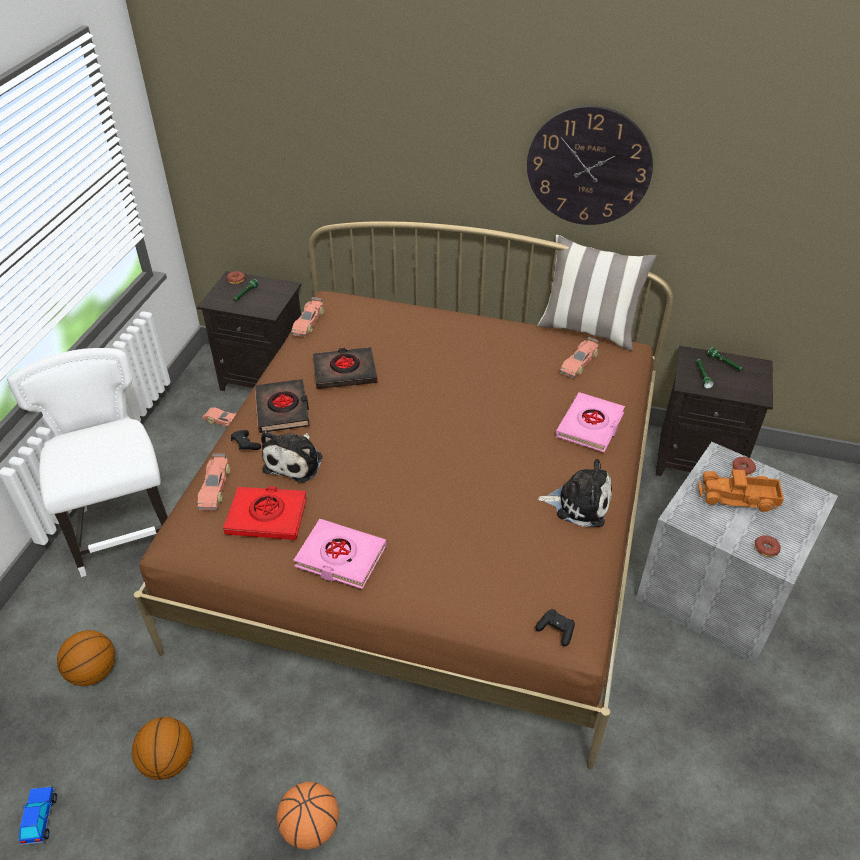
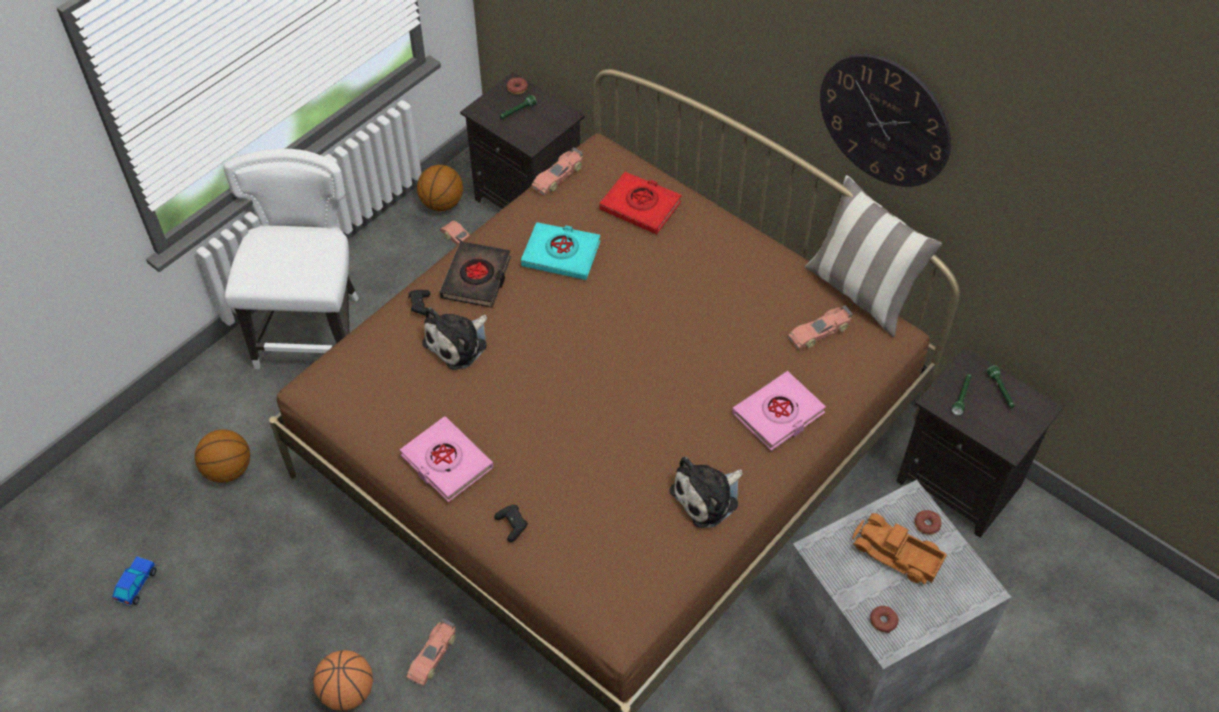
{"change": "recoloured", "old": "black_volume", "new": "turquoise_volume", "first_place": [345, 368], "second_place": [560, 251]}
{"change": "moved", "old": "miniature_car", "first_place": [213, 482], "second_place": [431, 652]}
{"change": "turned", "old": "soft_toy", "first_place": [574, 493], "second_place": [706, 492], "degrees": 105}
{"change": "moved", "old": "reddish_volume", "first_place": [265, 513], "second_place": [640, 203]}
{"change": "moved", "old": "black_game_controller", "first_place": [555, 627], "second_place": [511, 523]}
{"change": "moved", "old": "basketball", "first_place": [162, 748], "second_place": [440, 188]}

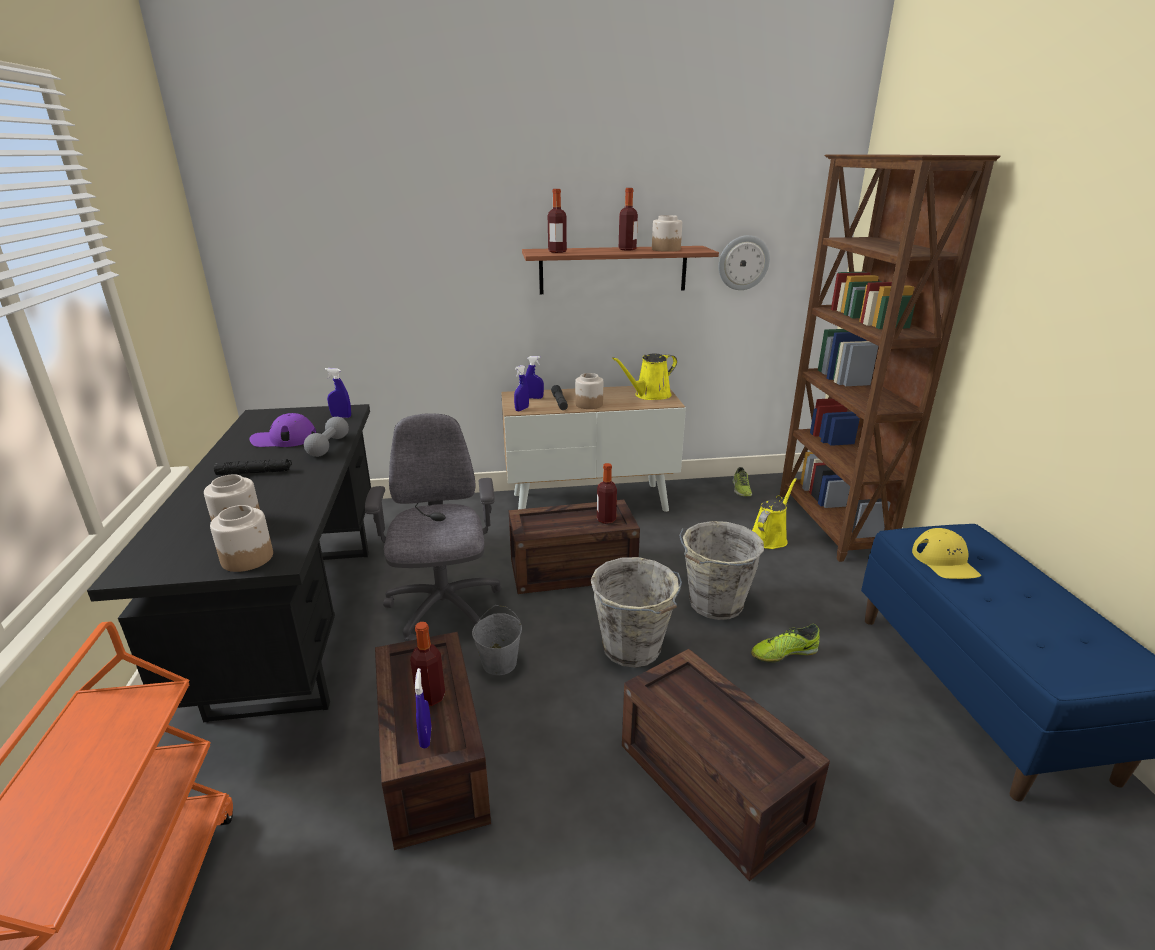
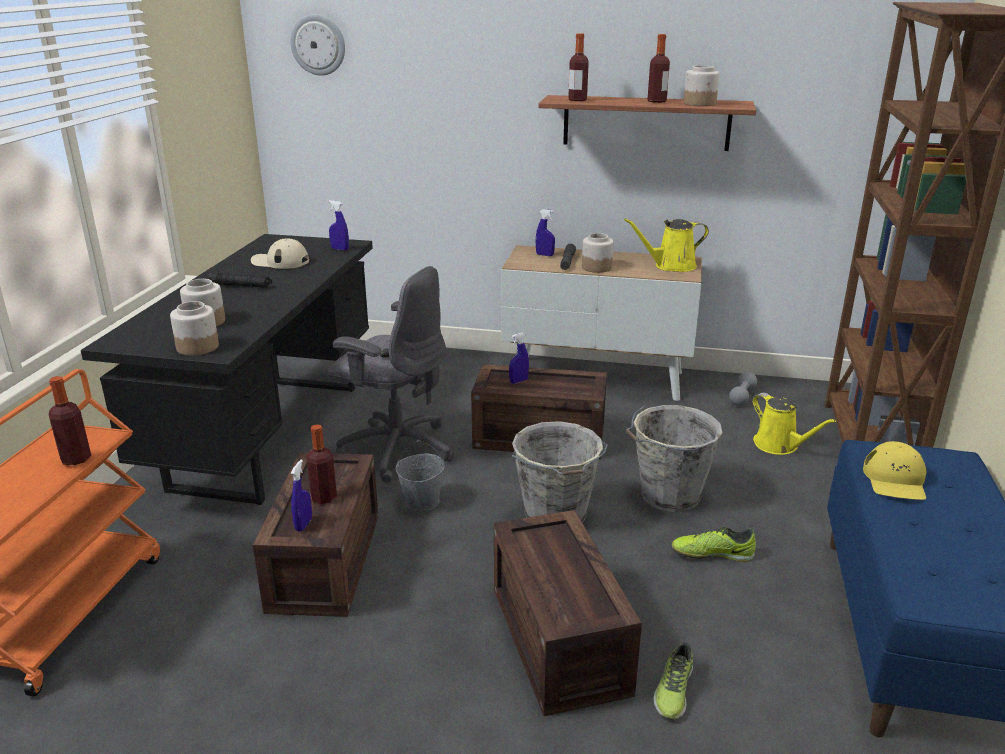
{"change": "moved", "old": "wall_clock", "first_place": [744, 262], "second_place": [317, 45]}
{"change": "moved", "old": "blue-coloured_spray_bottle", "first_place": [521, 388], "second_place": [519, 358]}
{"change": "recoloured", "old": "purple-coloured_peaked_cap", "new": "sand-coloured_peaked_cap", "first_place": [283, 430], "second_place": [280, 254]}
{"change": "turned", "old": "grey_desk_chair", "first_place": [433, 527], "second_place": [391, 374], "degrees": 105}
{"change": "moved", "old": "grey_dumbbell", "first_place": [326, 437], "second_place": [743, 389]}
{"change": "moved", "old": "bottle", "first_place": [607, 493], "second_place": [70, 420]}
{"change": "moved", "old": "item_of_footwear", "first_place": [742, 481], "second_place": [673, 680]}
{"change": "turned", "old": "yellow-coloured_watering_can", "first_place": [774, 513], "second_place": [794, 424], "degrees": 90}

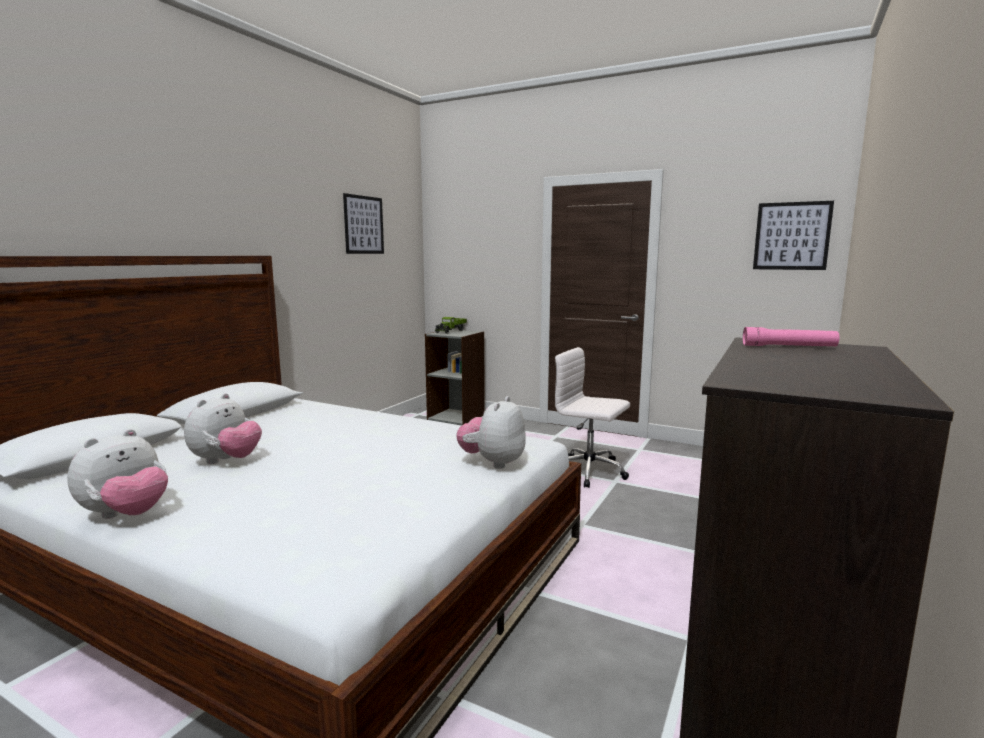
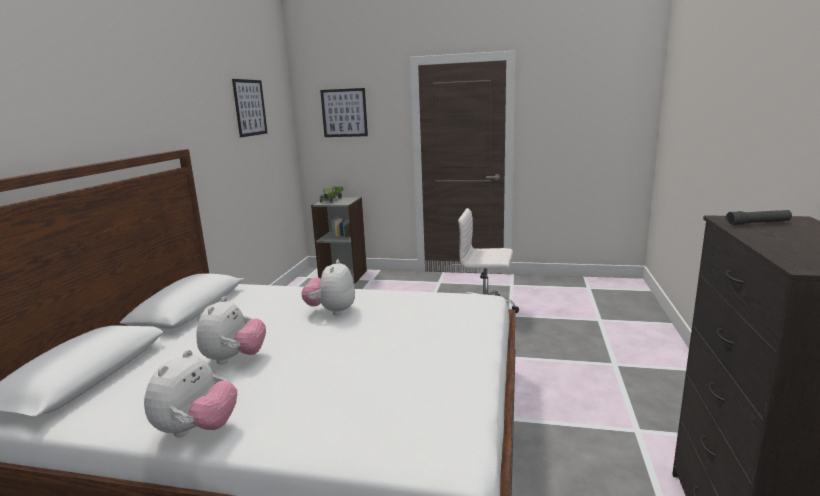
{"change": "moved", "old": "wall_art", "first_place": [793, 235], "second_place": [344, 112]}
{"change": "recoloured", "old": "pinkish_torch", "new": "black_torch", "first_place": [791, 336], "second_place": [759, 217]}
{"change": "moved", "old": "soft_toy", "first_place": [491, 432], "second_place": [328, 287]}

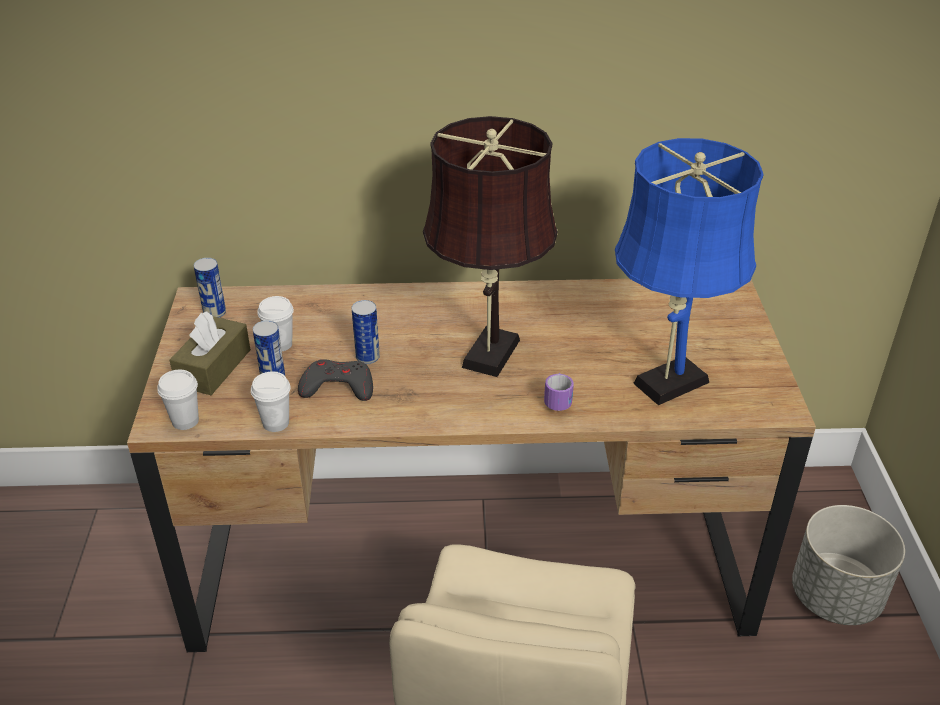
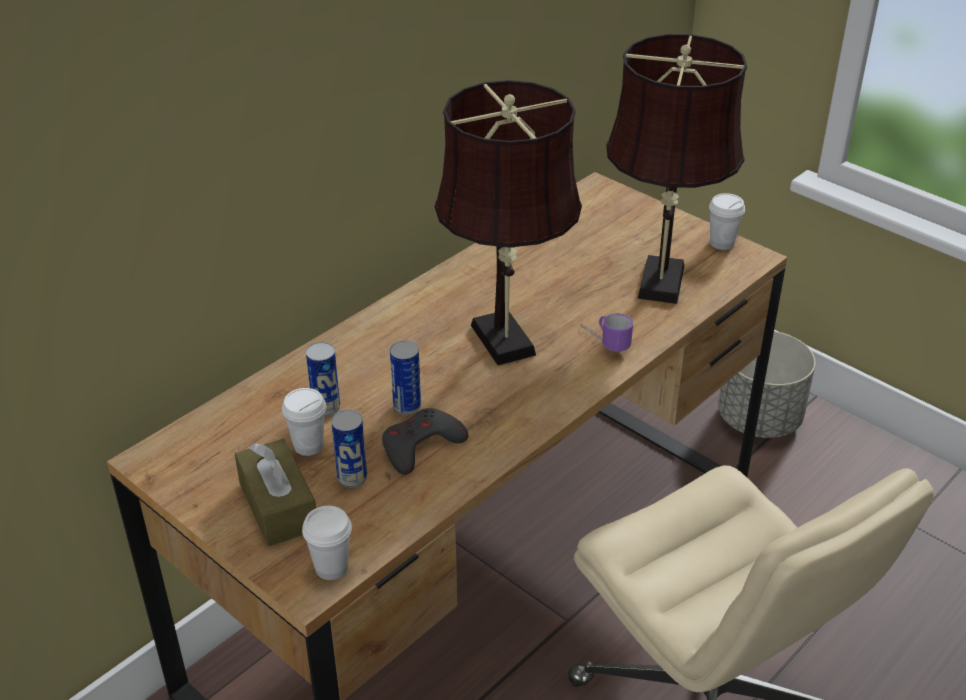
{"change": "recoloured", "old": "blue-coloured_table_lamp", "new": "brownish_table_lamp", "first_place": [689, 271], "second_place": [676, 169]}
{"change": "moved", "old": "metal_can", "first_place": [210, 288], "second_place": [323, 379]}
{"change": "moved", "old": "white_small_cup", "first_place": [271, 402], "second_place": [727, 221]}

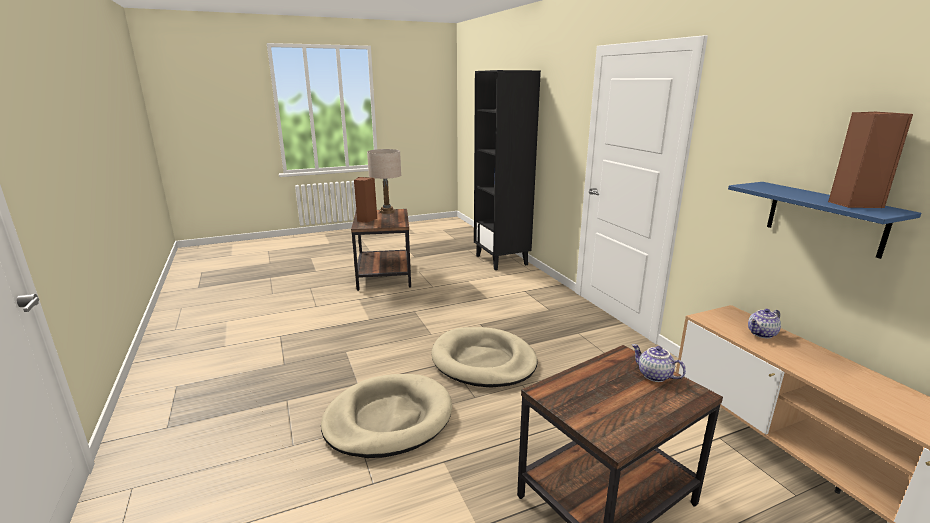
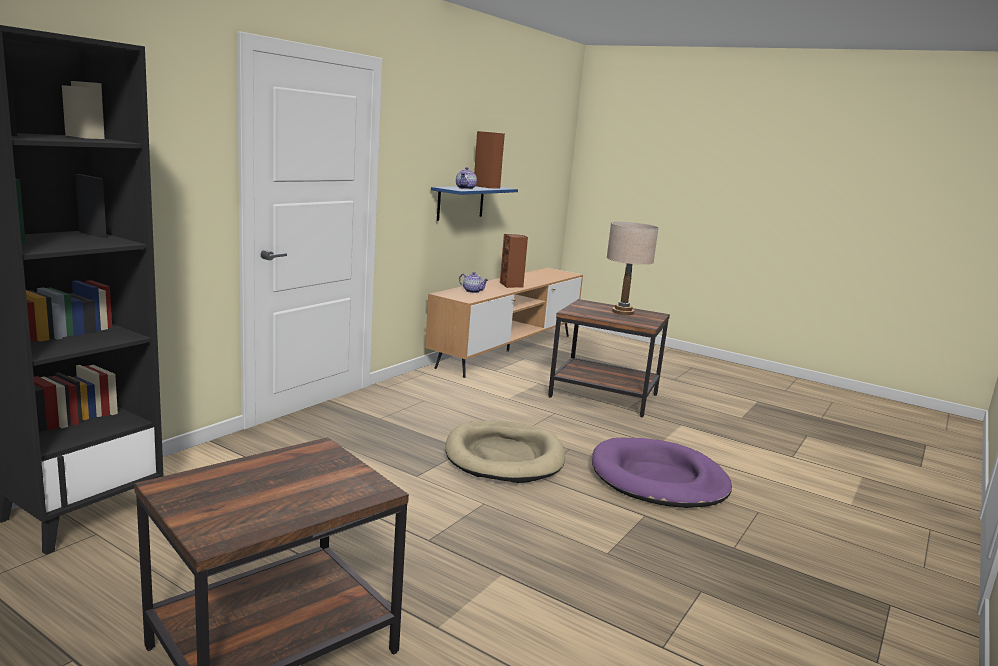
{"change": "moved", "old": "sand-coloured_table_lamp", "first_place": [384, 181], "second_place": [633, 268]}
{"change": "moved", "old": "brownish_audio_speaker", "first_place": [365, 200], "second_place": [514, 261]}
{"change": "moved", "old": "tea_pot", "first_place": [659, 363], "second_place": [466, 178]}
{"change": "recoloured", "old": "sand-coloured_dog_bed", "new": "purple-coloured_dog_bed", "first_place": [386, 416], "second_place": [662, 473]}

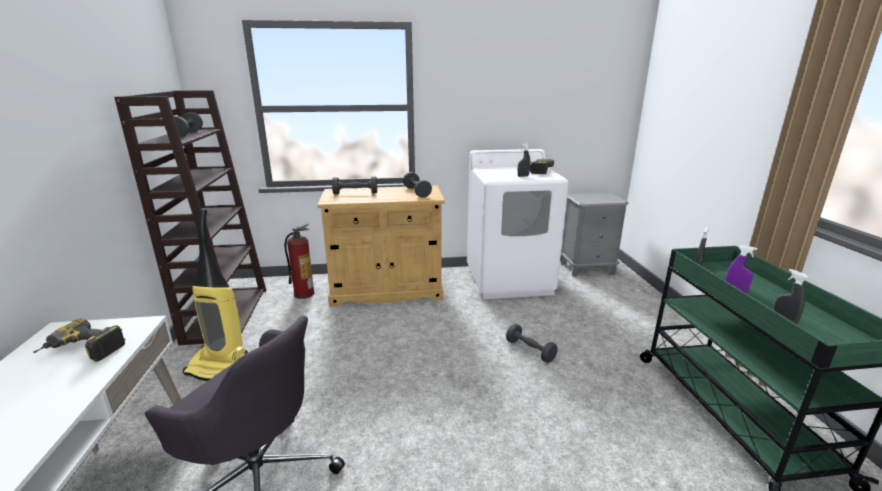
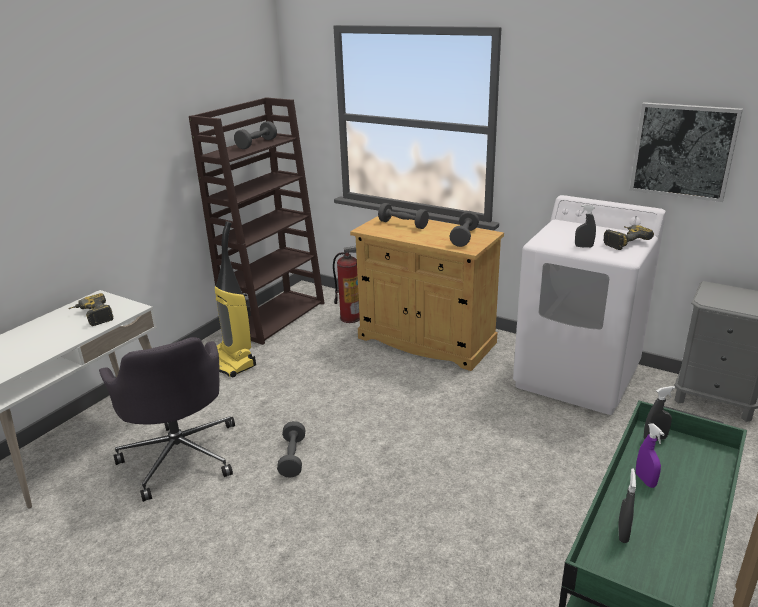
{"change": "moved", "old": "grey_dumbbell", "first_place": [532, 343], "second_place": [291, 449]}
{"change": "added", "new": "wall_art", "second_place": [686, 152]}

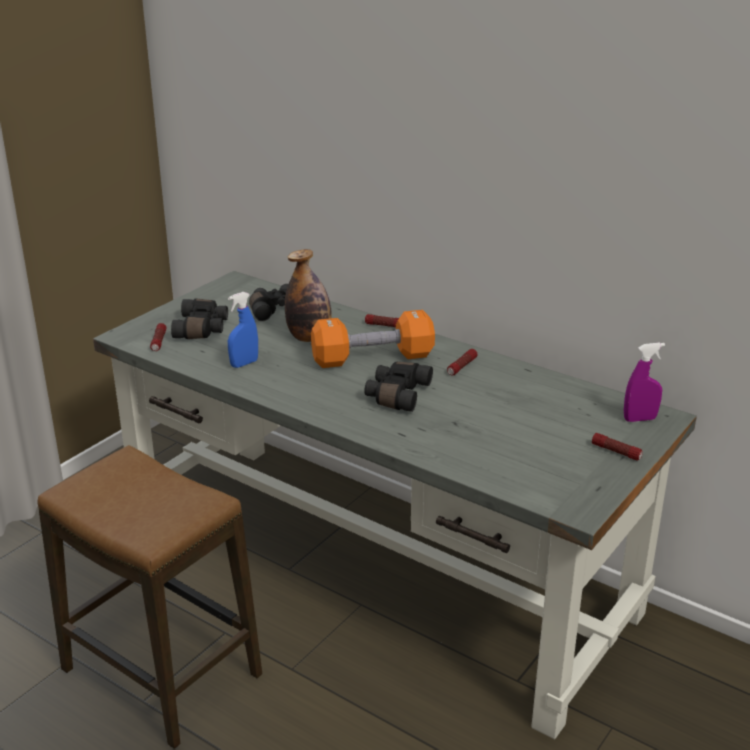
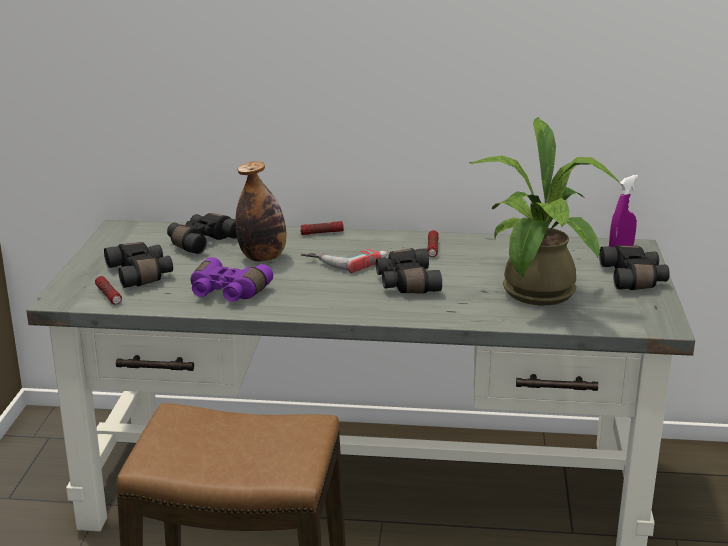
{"change": "replaced", "old": "blue-coloured_spray_bottle", "new": "purple-coloured_binoculars", "first_place": [243, 330], "second_place": [232, 279]}
{"change": "replaced", "old": "orange-coloured_dumbbell", "new": "electric_drill", "first_place": [373, 339], "second_place": [344, 261]}
{"change": "replaced", "old": "torch", "new": "black_binoculars", "first_place": [617, 447], "second_place": [634, 267]}
{"change": "added", "new": "potted_plant", "second_place": [544, 211]}

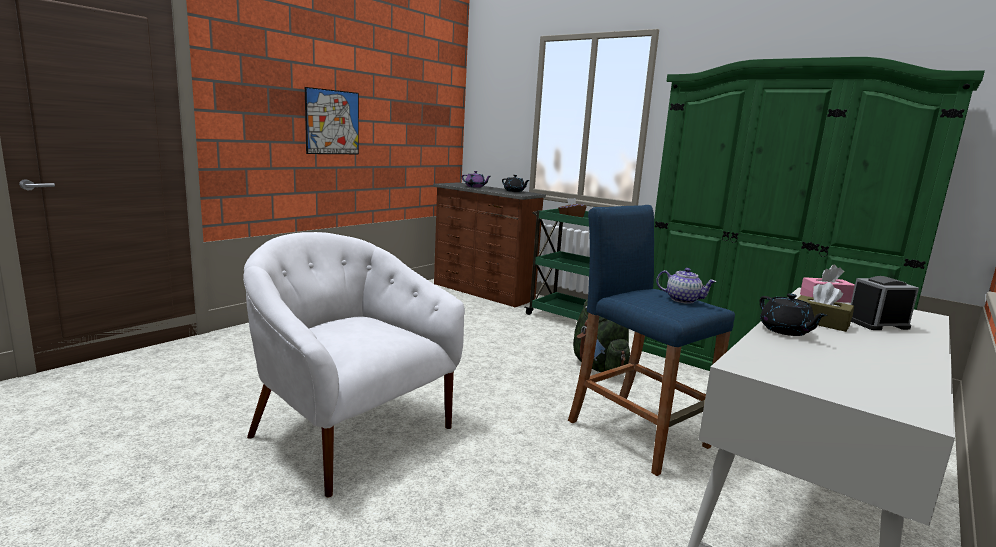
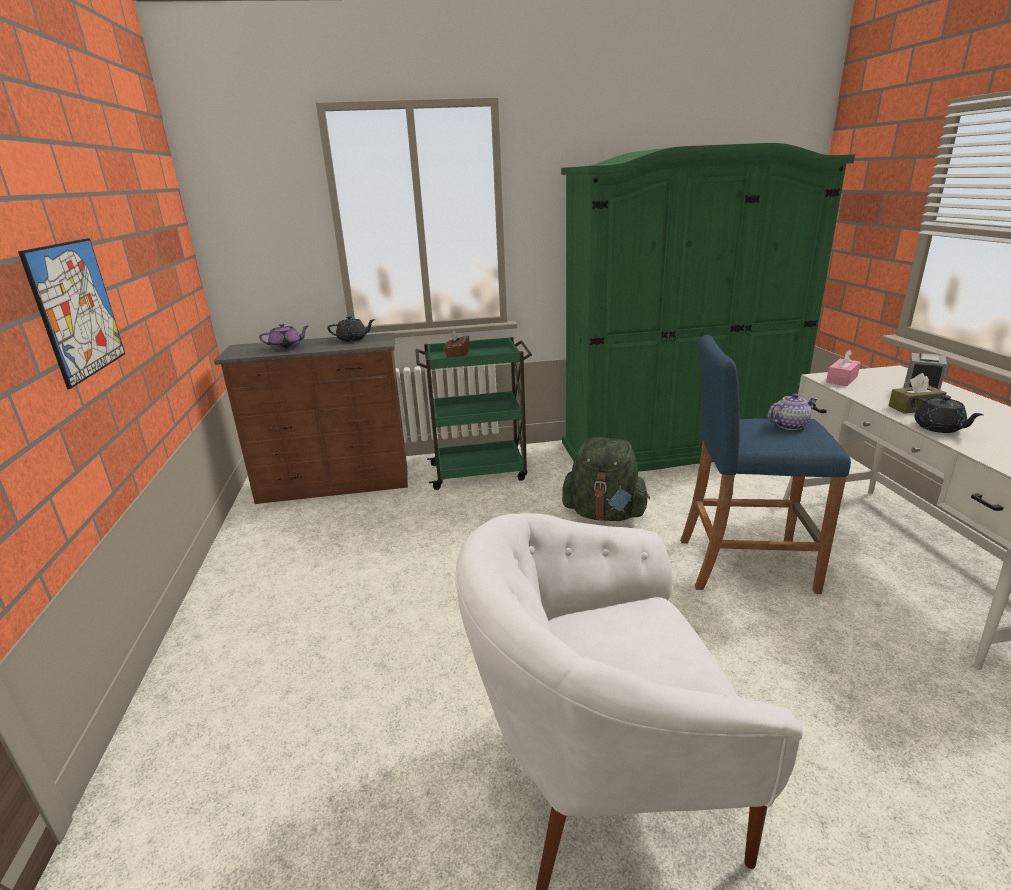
{"change": "turned", "old": "black_tea_pot", "first_place": [794, 314], "second_place": [947, 414], "degrees": 45}

